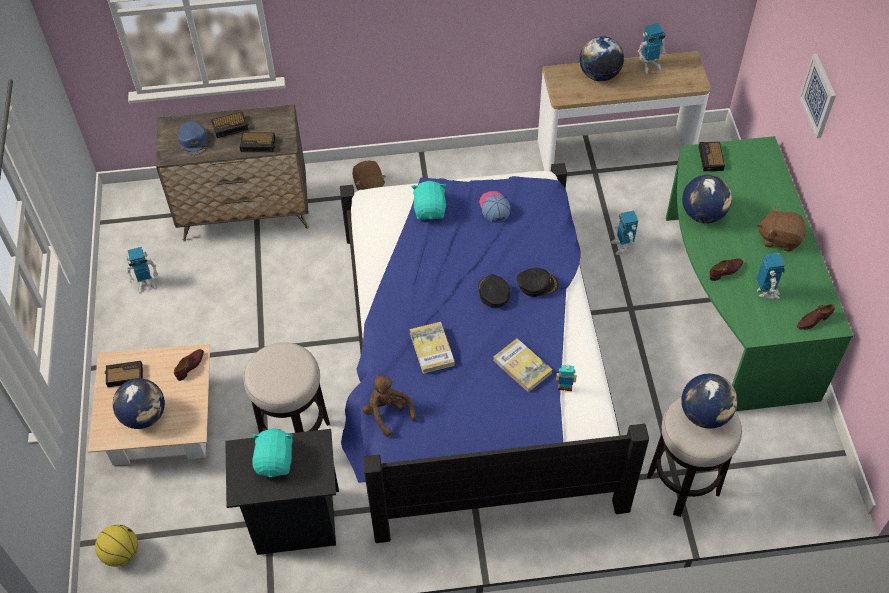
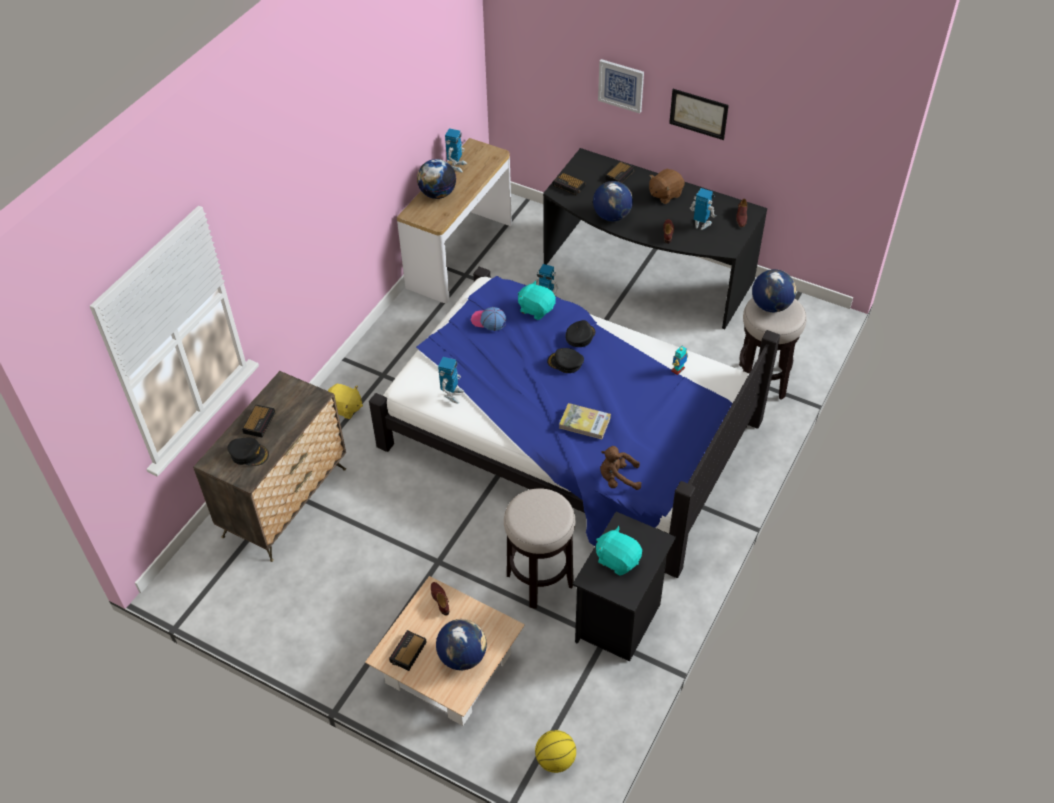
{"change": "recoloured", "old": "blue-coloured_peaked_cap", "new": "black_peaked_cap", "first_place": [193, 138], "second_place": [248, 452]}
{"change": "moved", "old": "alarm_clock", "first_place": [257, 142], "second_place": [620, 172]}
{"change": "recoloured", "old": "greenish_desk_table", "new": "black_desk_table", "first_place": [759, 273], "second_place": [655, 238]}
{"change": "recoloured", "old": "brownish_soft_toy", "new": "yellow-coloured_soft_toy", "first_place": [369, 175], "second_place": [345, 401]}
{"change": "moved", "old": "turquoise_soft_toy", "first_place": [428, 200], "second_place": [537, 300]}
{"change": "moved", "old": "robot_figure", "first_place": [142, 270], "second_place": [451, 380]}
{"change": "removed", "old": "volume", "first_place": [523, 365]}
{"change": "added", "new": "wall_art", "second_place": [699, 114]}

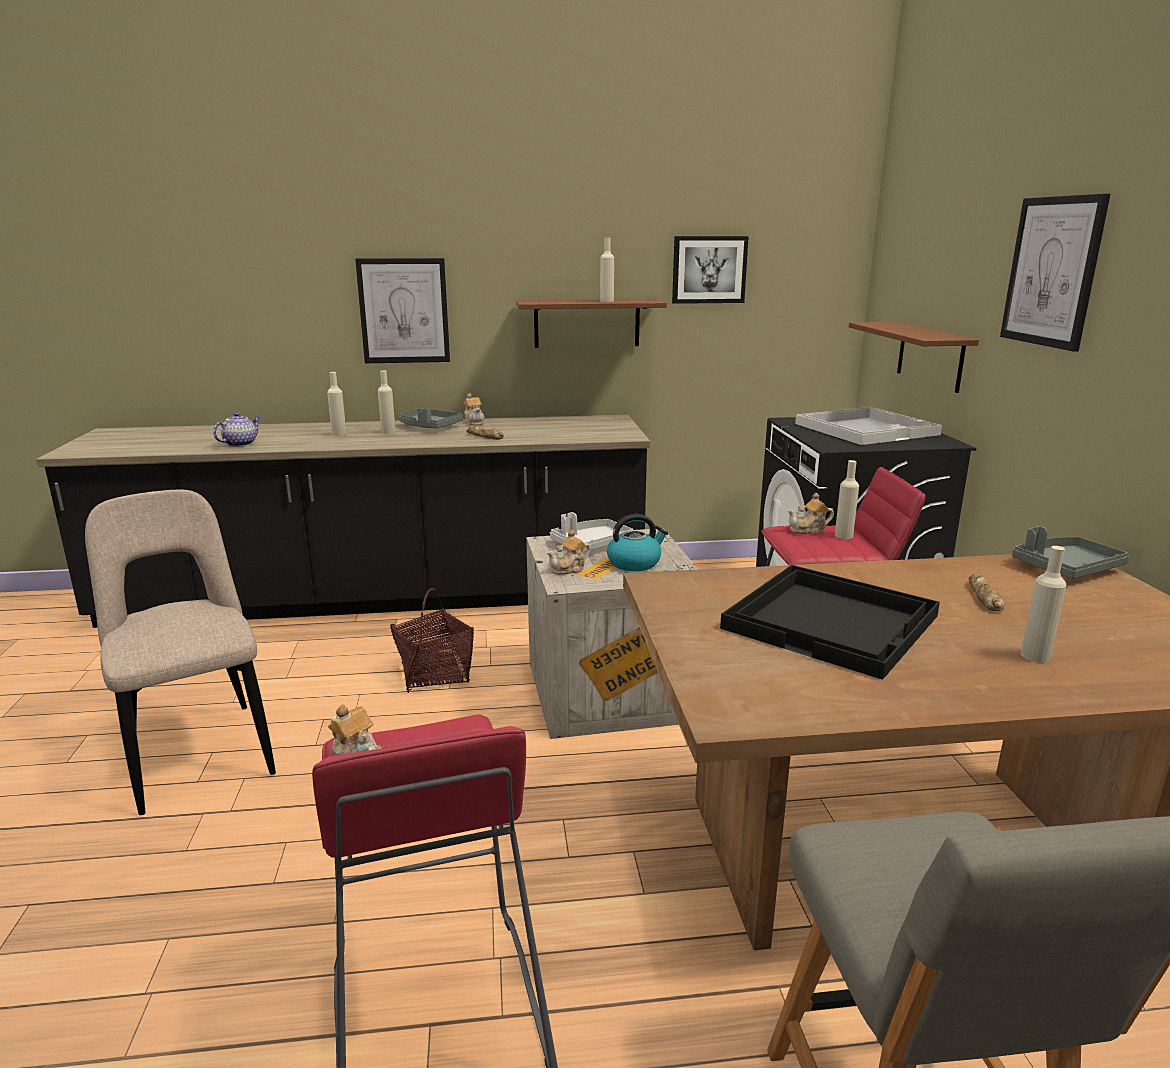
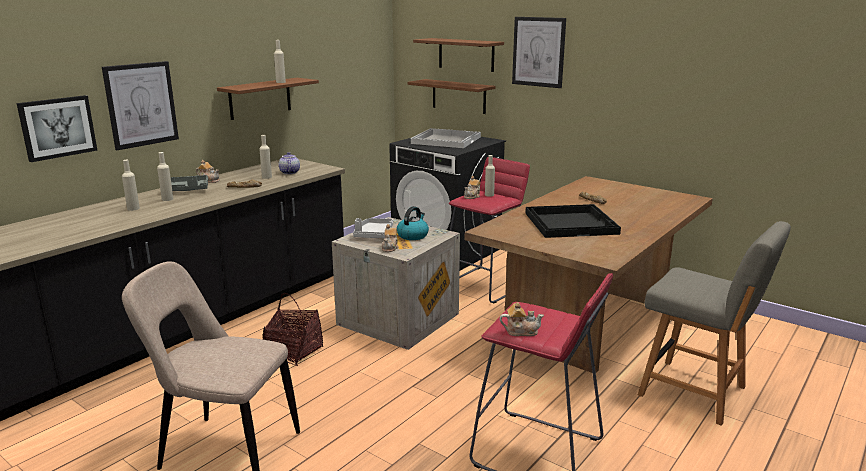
{"change": "moved", "old": "wall_art", "first_place": [710, 270], "second_place": [57, 128]}
{"change": "moved", "old": "tea_pot", "first_place": [237, 429], "second_place": [289, 163]}
{"change": "removed", "old": "grey_carrying_tray", "first_place": [1070, 552]}
{"change": "moved", "old": "sand-coloured_bottle", "first_place": [1043, 604], "second_place": [265, 157]}
{"change": "added", "new": "brownish_wall_shelf", "second_place": [458, 55]}

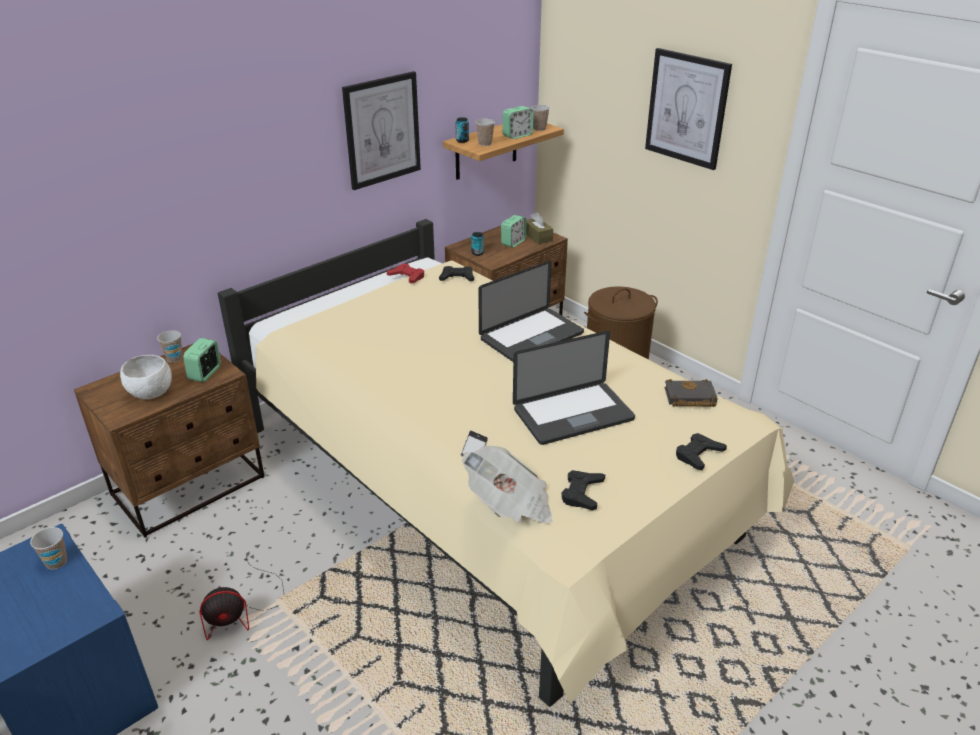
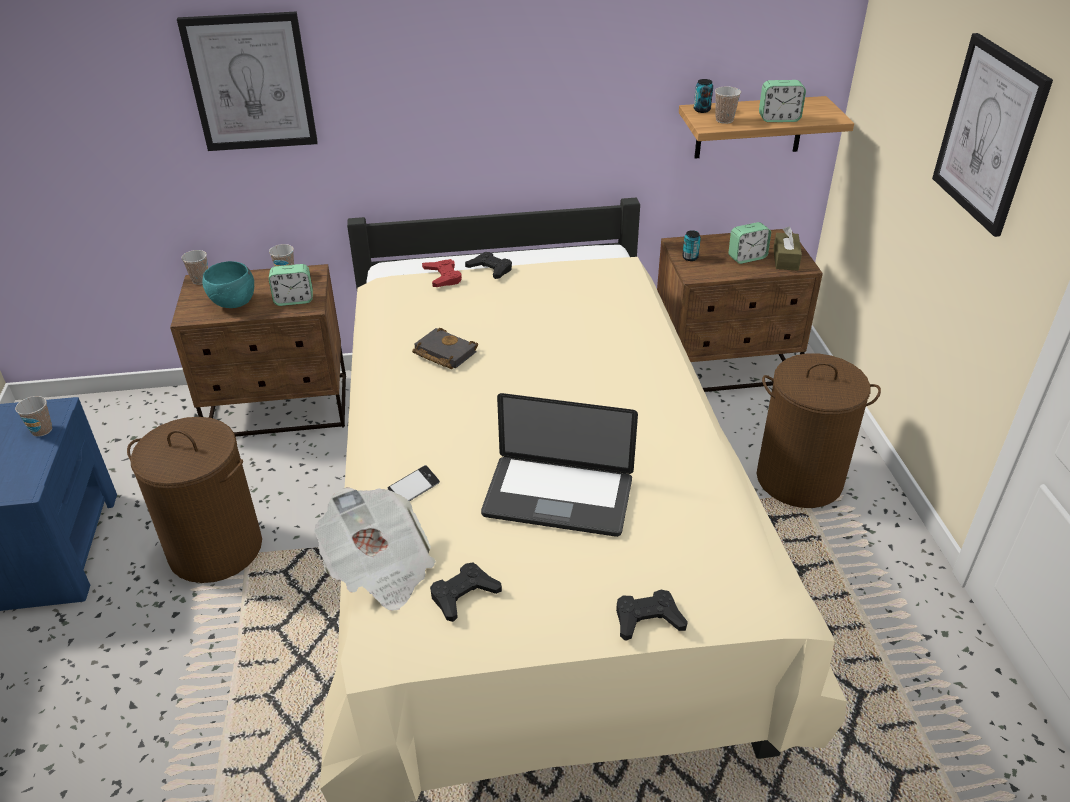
{"change": "moved", "old": "wall_art", "first_place": [381, 130], "second_place": [247, 81]}
{"change": "moved", "old": "small_cup", "first_place": [540, 118], "second_place": [194, 267]}
{"change": "removed", "old": "notebook_computer", "first_place": [531, 311]}
{"change": "moved", "old": "reddish_game_controller", "first_place": [405, 273], "second_place": [442, 273]}
{"change": "moved", "old": "black_game_controller", "first_place": [456, 273], "second_place": [488, 265]}
{"change": "turned", "old": "alarm_clock", "first_place": [202, 360], "second_place": [291, 285], "degrees": -150}
{"change": "recoloured", "old": "white_serving_bowl", "new": "turquoise_serving_bowl", "first_place": [146, 377], "second_place": [228, 284]}
{"change": "moved", "old": "black_volume", "first_place": [691, 393], "second_place": [445, 348]}
{"change": "replaced", "old": "electric_fan", "new": "brownish_washing_basket", "first_place": [242, 597], "second_place": [194, 500]}

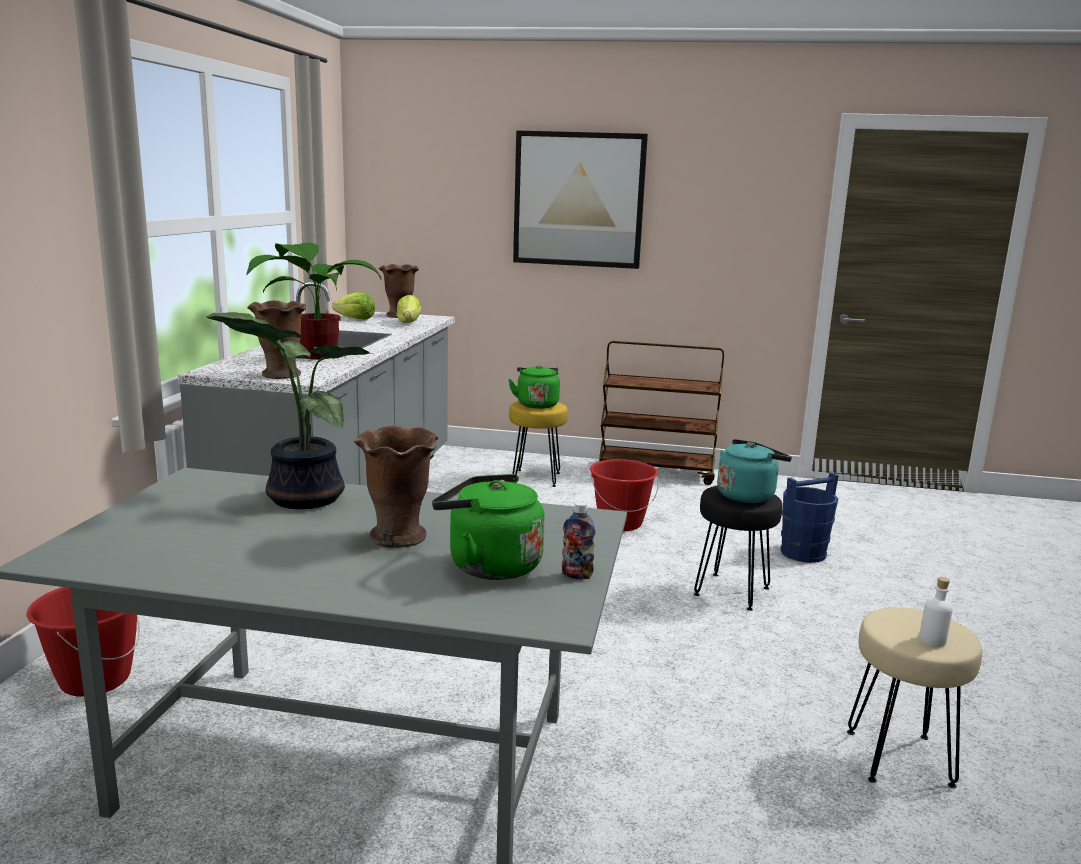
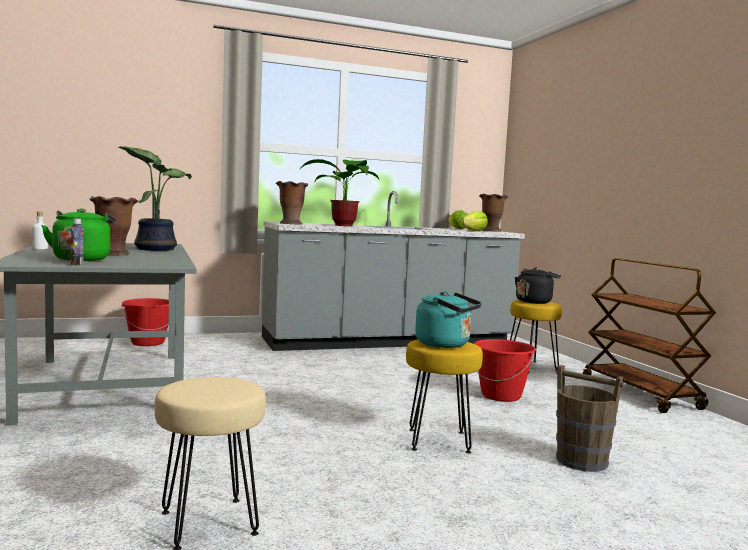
{"change": "removed", "old": "wall_art", "first_place": [580, 199]}
{"change": "recoloured", "old": "greenish_kettle", "new": "black_kettle", "first_place": [534, 387], "second_place": [538, 285]}
{"change": "recoloured", "old": "blue-coloured_pail", "new": "brownish_pail", "first_place": [810, 517], "second_place": [590, 418]}
{"change": "recoloured", "old": "black_stool", "new": "yellow-coloured_stool", "first_place": [738, 548], "second_place": [444, 396]}
{"change": "moved", "old": "white_bottle", "first_place": [936, 612], "second_place": [40, 230]}

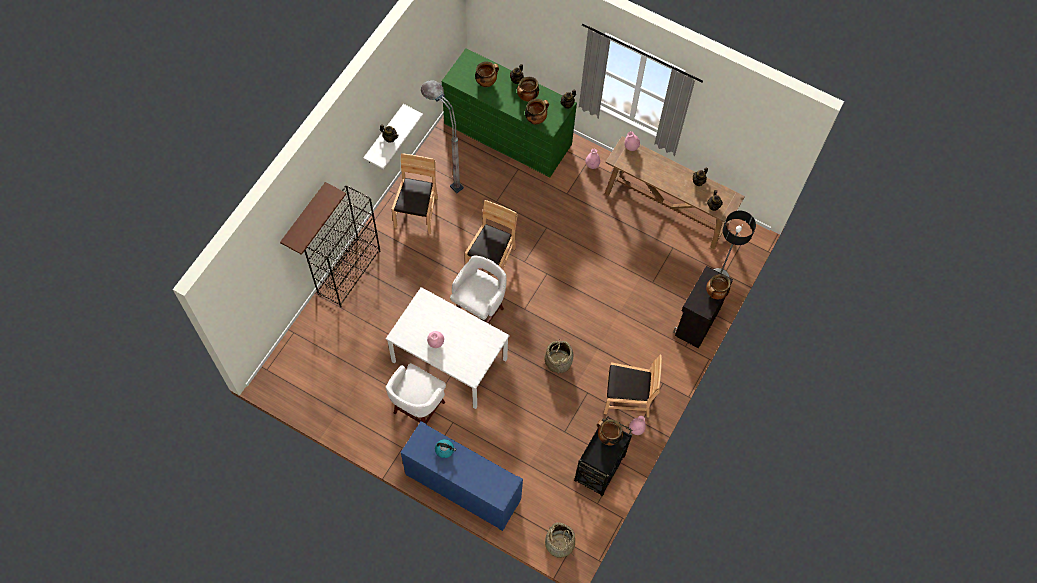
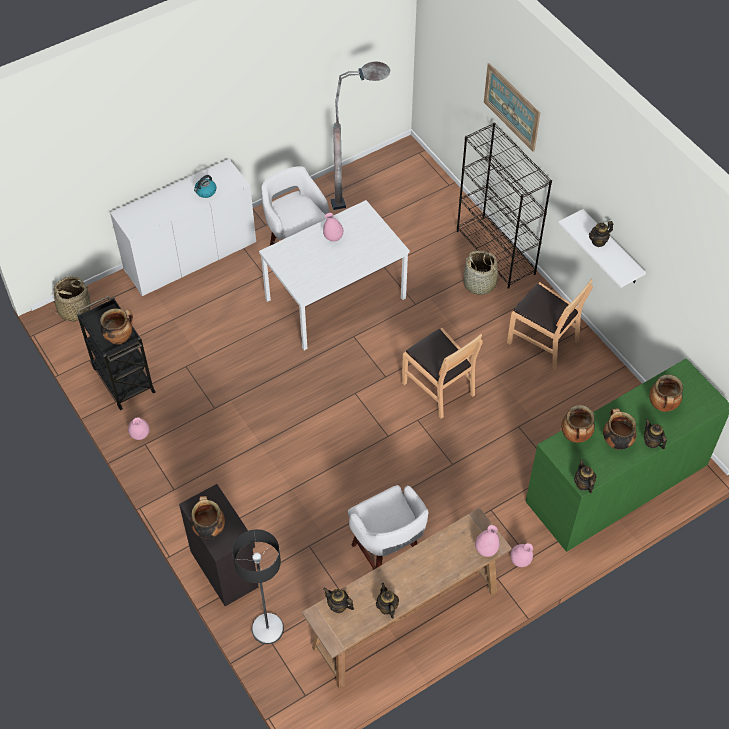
{"change": "moved", "old": "grey_standard_lamp", "first_place": [442, 137], "second_place": [360, 135]}
{"change": "replaced", "old": "brownish_wall_shelf", "new": "wall_art", "first_place": [313, 218], "second_place": [512, 107]}
{"change": "moved", "old": "white_stool", "first_place": [478, 290], "second_place": [388, 527]}
{"change": "moved", "old": "storage_basket", "first_place": [559, 356], "second_place": [480, 272]}
{"change": "removed", "old": "brownish_upright_chair", "first_place": [633, 386]}
{"change": "recoloured", "old": "blue-coloured_cupboard", "new": "white_cupboard", "first_place": [462, 476], "second_place": [183, 227]}

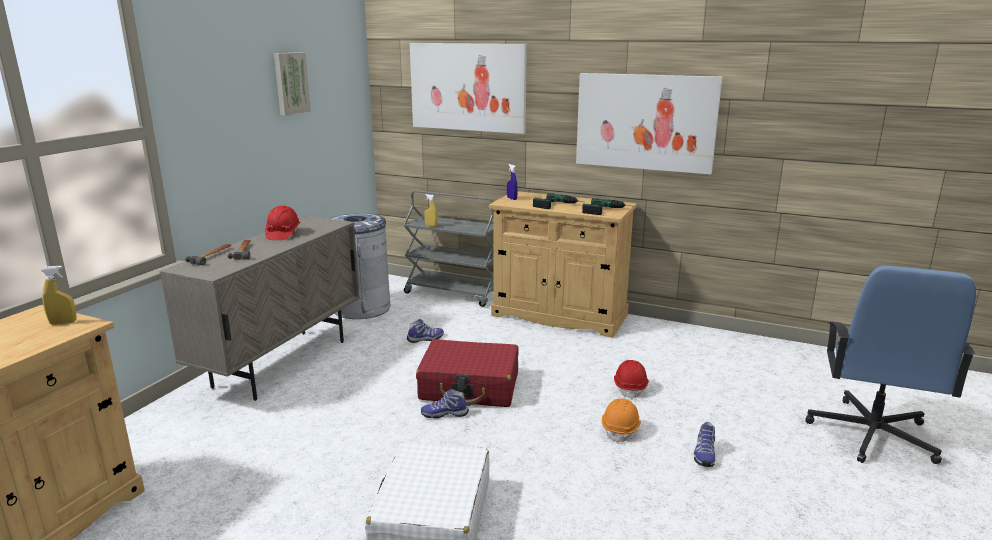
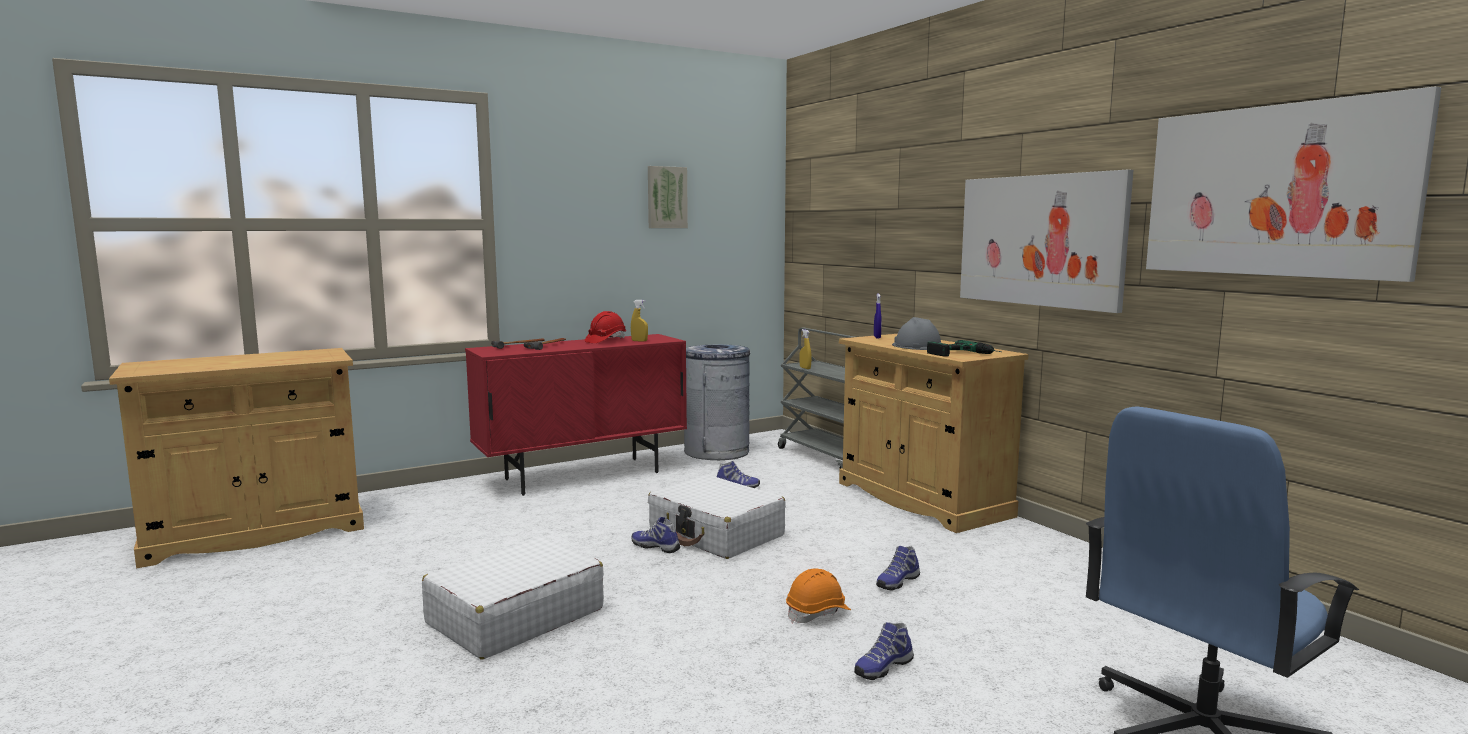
{"change": "moved", "old": "wall_art", "first_place": [468, 88], "second_place": [1294, 184]}
{"change": "replaced", "old": "electric_drill", "new": "grey_safety_helmet", "first_place": [558, 201], "second_place": [916, 333]}
{"change": "recoloured", "old": "sand-coloured_cupboard", "new": "reddish_cupboard", "first_place": [259, 308], "second_place": [576, 415]}
{"change": "moved", "old": "yellow-coloured_spray_bottle", "first_place": [59, 295], "second_place": [639, 321]}
{"change": "recoloured", "old": "reddish_piece_of_luggage", "new": "white_piece_of_luggage", "first_place": [467, 373], "second_place": [717, 516]}
{"change": "replaced", "old": "reddish_safety_helmet", "new": "item_of_footwear", "first_place": [631, 380], "second_place": [898, 568]}

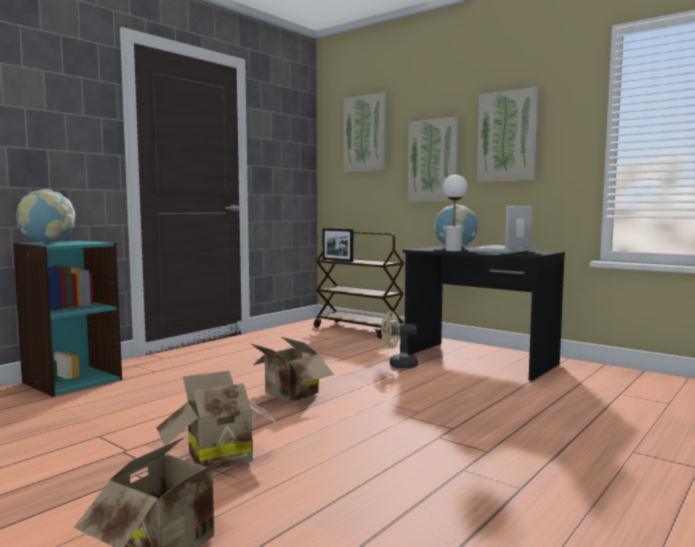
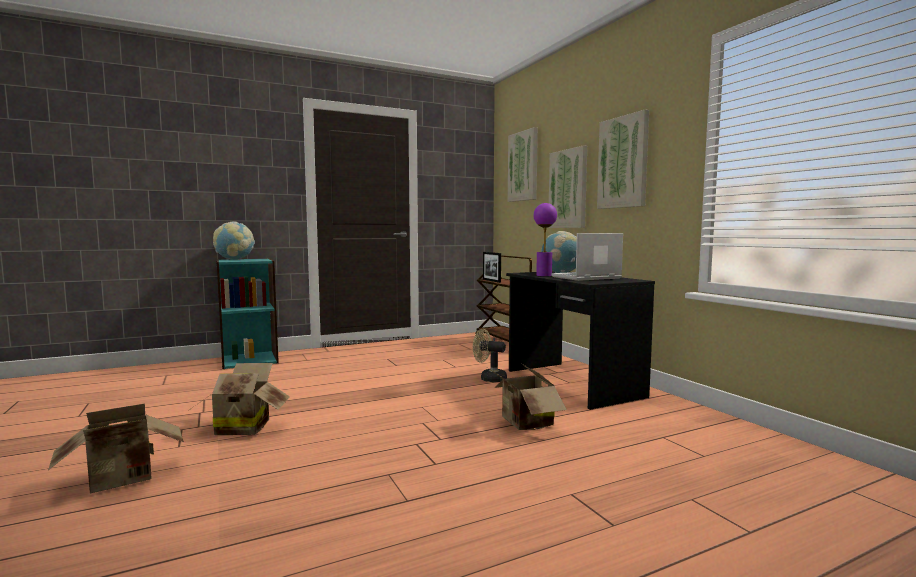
{"change": "recoloured", "old": "white_table_lamp", "new": "purple-coloured_table_lamp", "first_place": [455, 213], "second_place": [545, 240]}
{"change": "moved", "old": "packing_box", "first_place": [292, 369], "second_place": [527, 397]}

